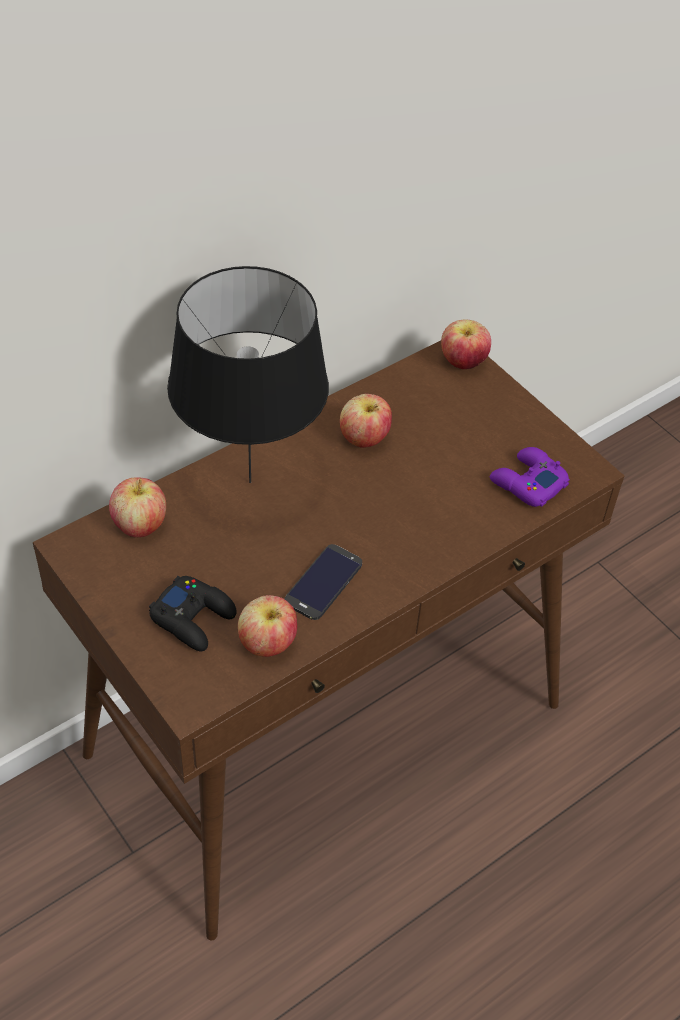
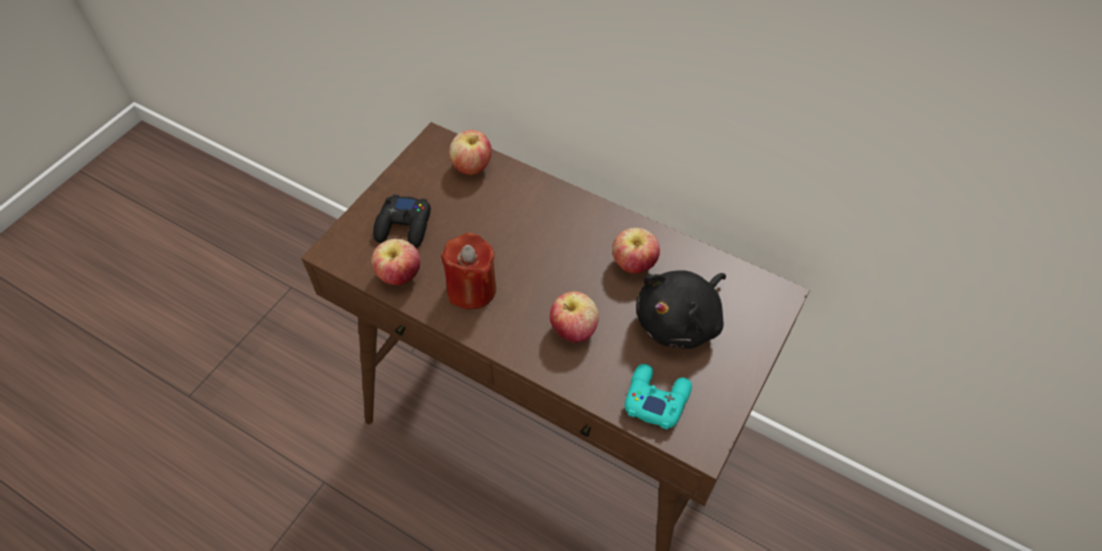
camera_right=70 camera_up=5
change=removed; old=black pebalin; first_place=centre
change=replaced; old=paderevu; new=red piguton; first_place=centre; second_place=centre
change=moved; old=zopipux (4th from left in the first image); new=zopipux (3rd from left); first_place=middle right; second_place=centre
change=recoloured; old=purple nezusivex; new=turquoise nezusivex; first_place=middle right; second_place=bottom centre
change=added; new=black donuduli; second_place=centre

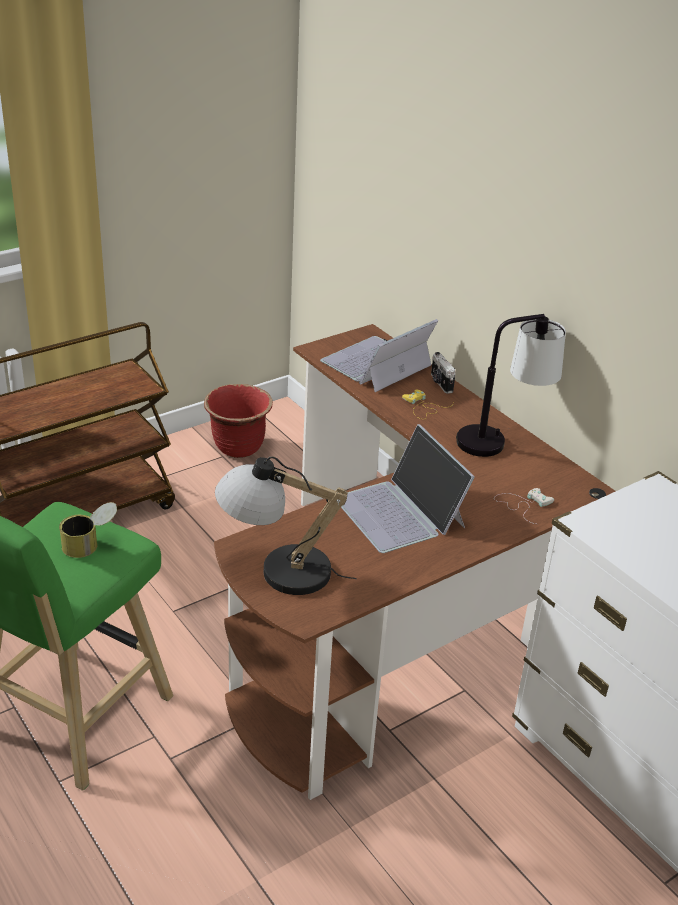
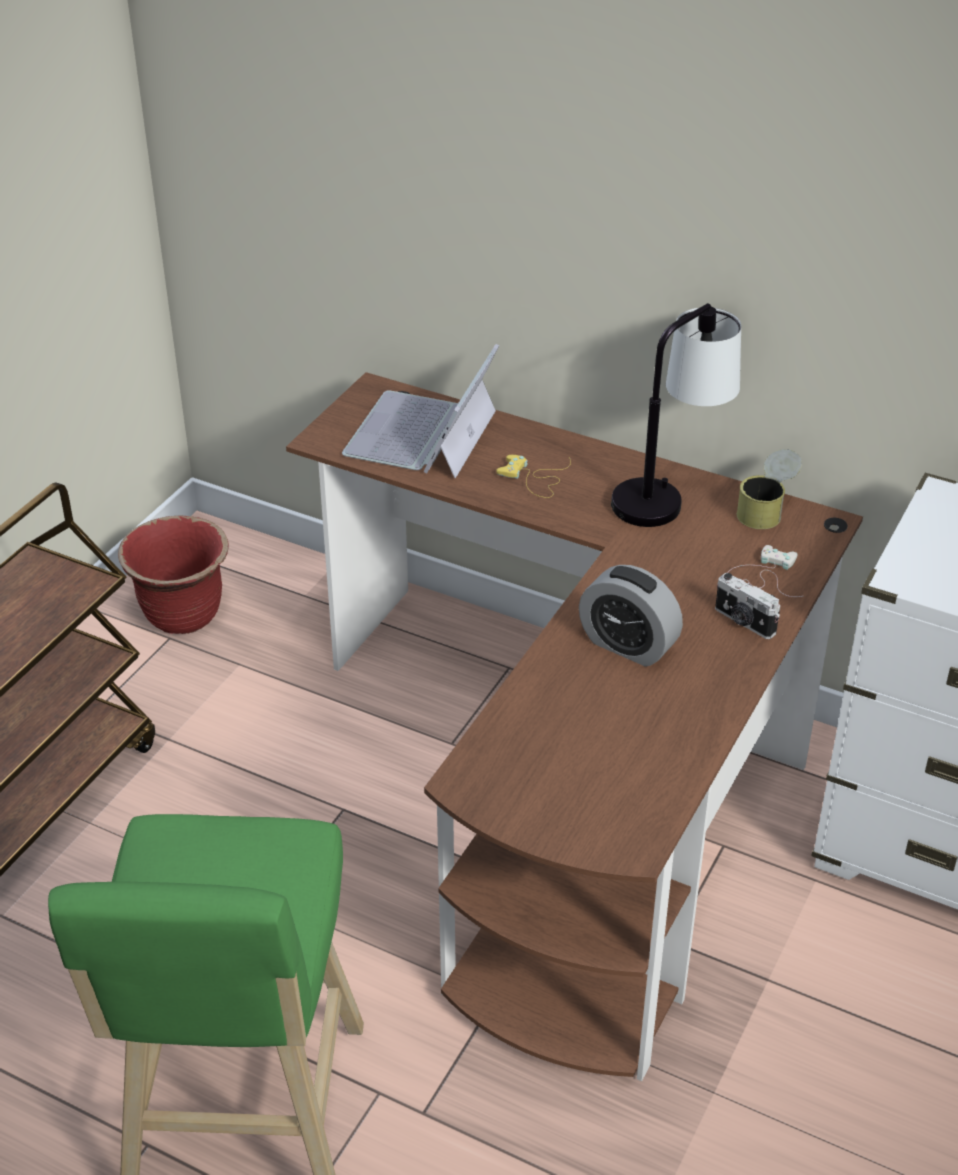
camera_right=-25 camera_up=5
change=moved; old=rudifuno; first_place=middle left; second_place=middle right
change=removed; old=pebalin (1st from left); first_place=centre
change=replaced; old=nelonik (2nd from left); new=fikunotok; first_place=centre; second_place=centre
change=moved; old=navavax; first_place=centre; second_place=middle right

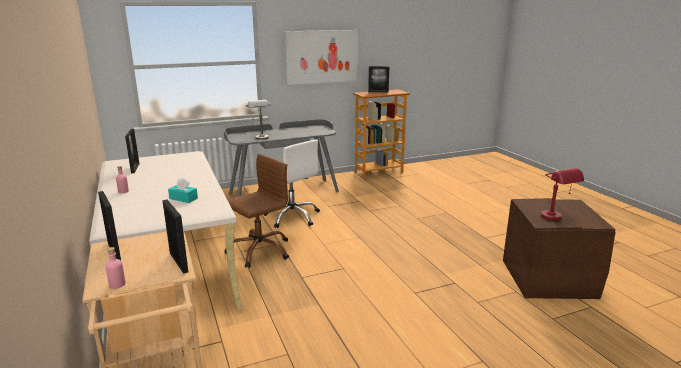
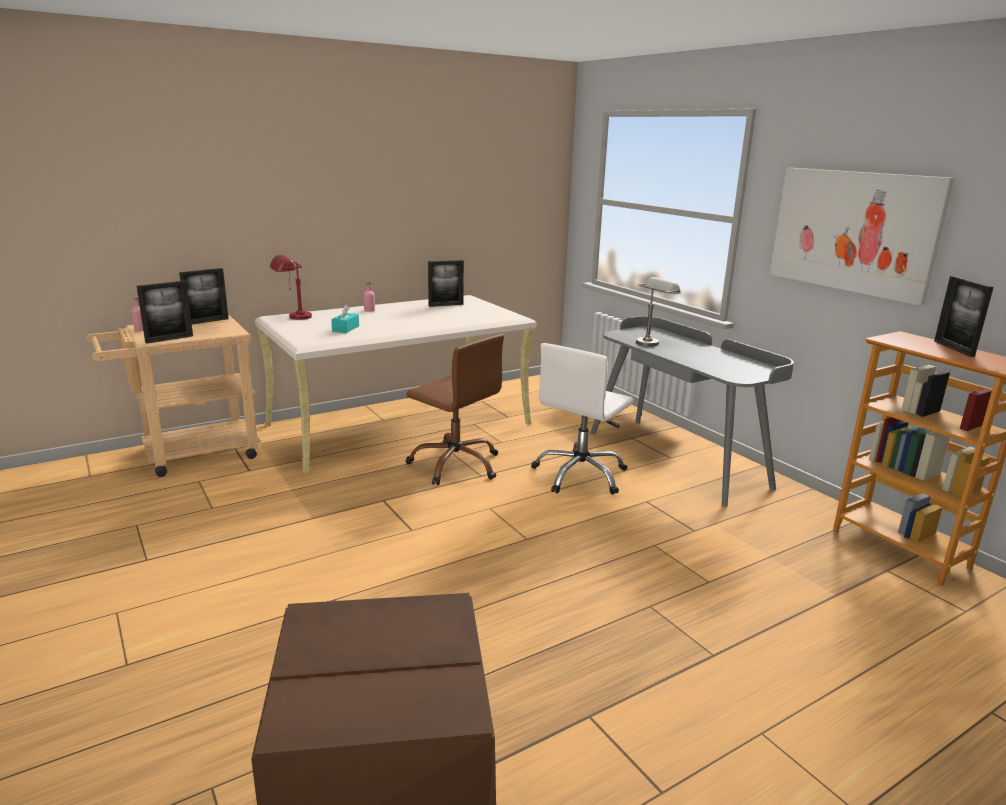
camera_right=80 camera_up=0
change=moved; old=red pebalin; first_place=middle right; second_place=middle left

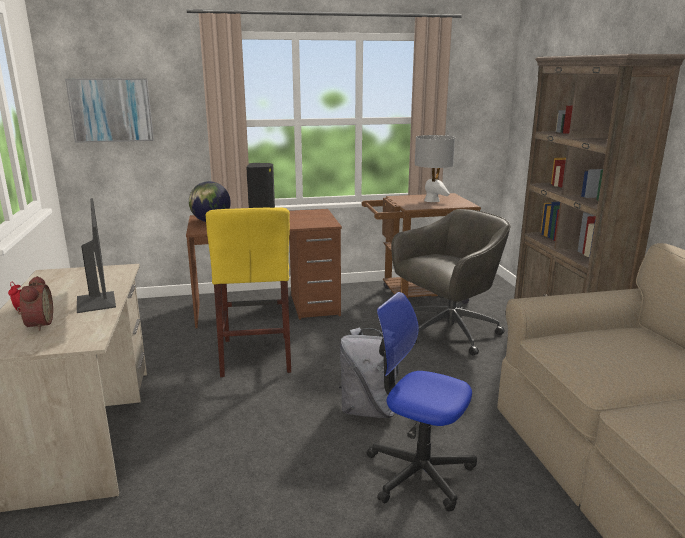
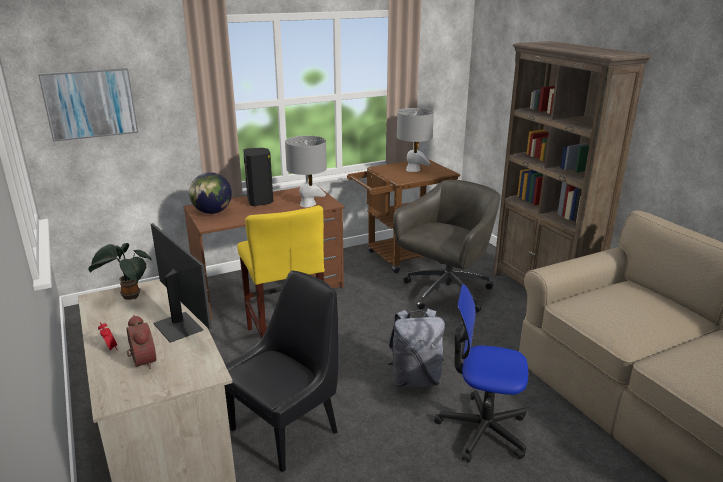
camera_right=-15 camera_up=5
change=added; new=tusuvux; second_place=middle left
change=added; new=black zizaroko; second_place=bottom centre
change=added; new=grey pebalin (1st from left); second_place=centre

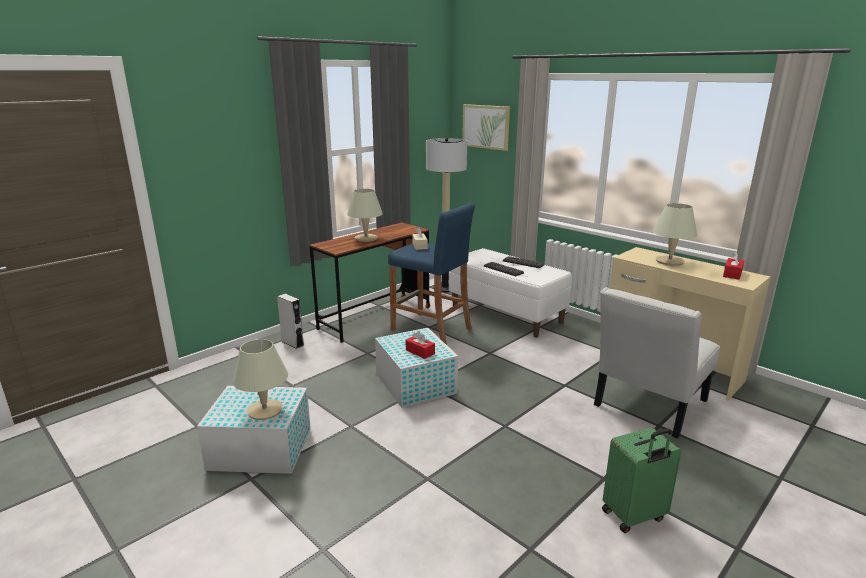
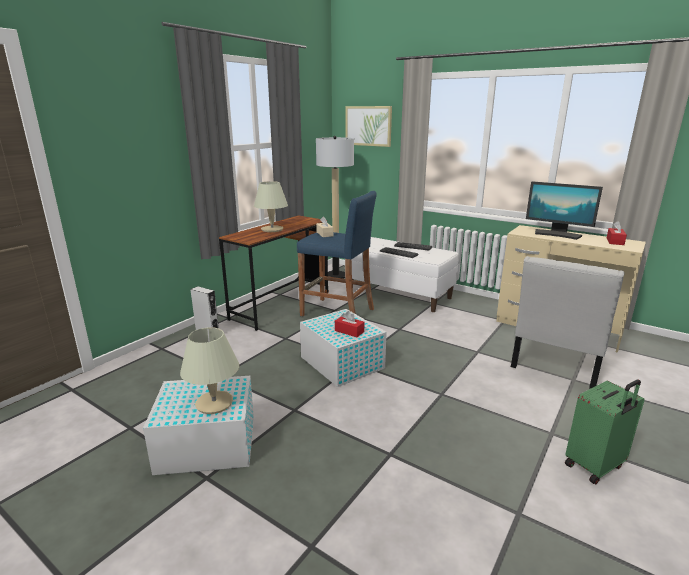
camera_right=-10 camera_up=0
change=replaced; old=beige pebalin (3rd from left); new=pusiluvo; first_place=middle right; second_place=middle right

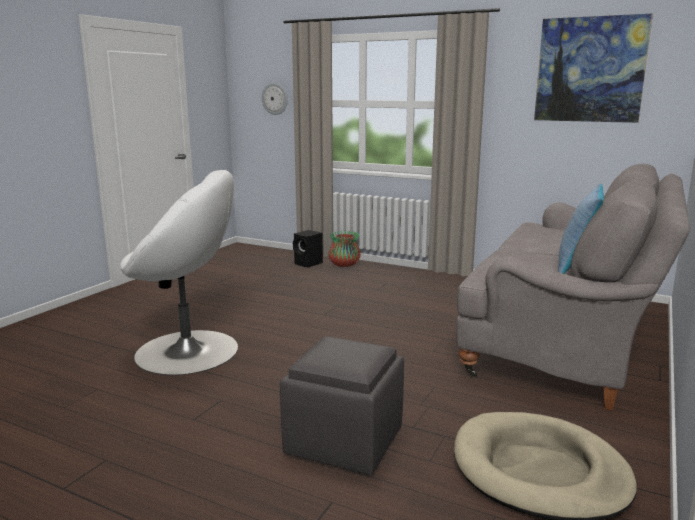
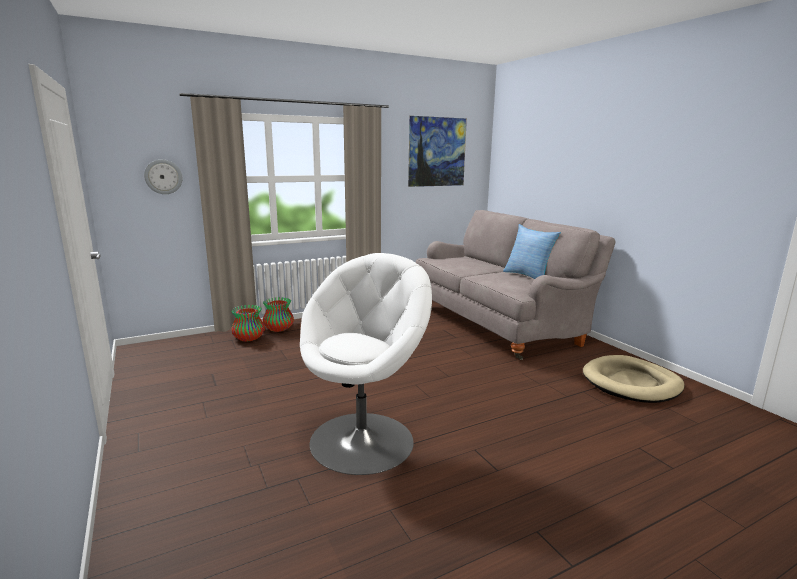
camera_right=-55 camera_up=0
change=removed; old=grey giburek; first_place=bottom centre
change=replaced; old=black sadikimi; new=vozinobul (1st from left); first_place=centre; second_place=middle left

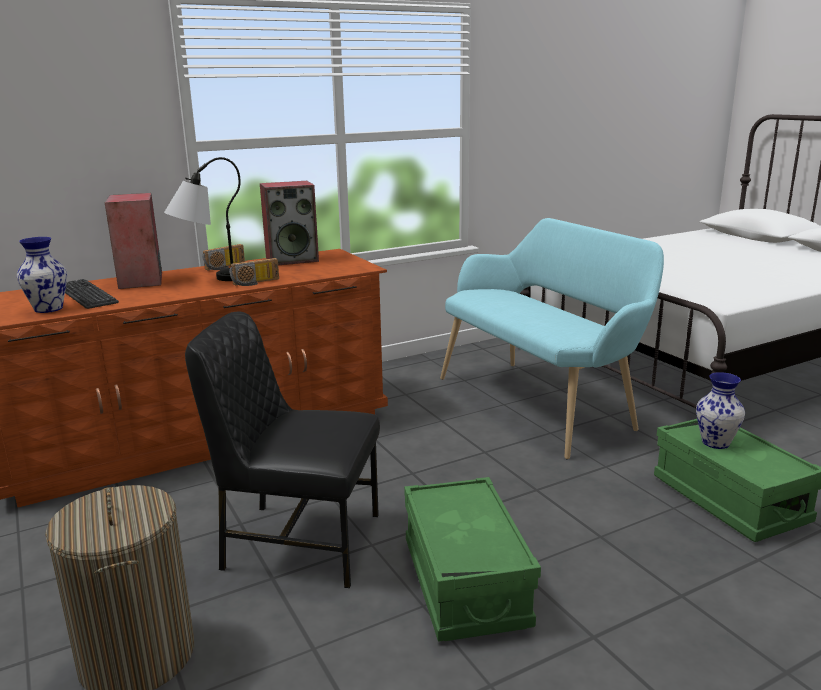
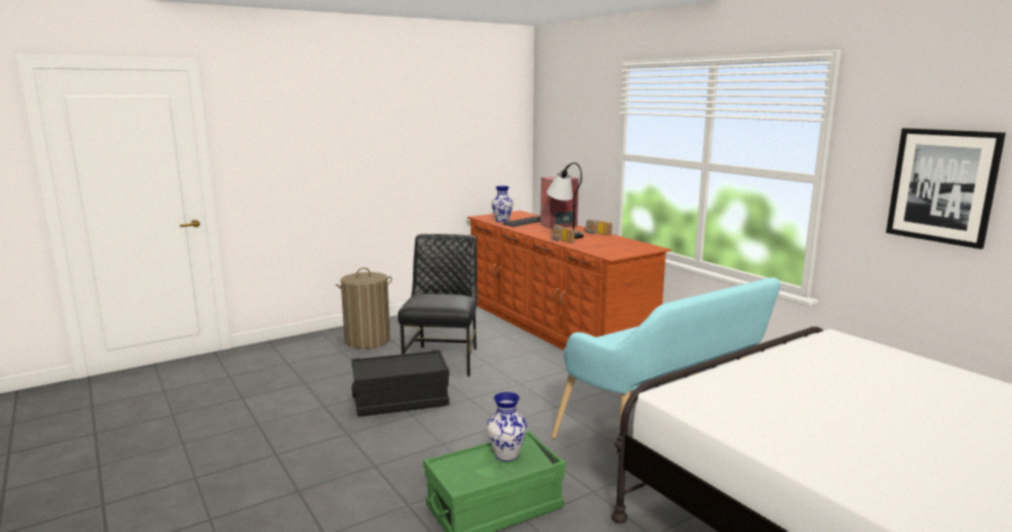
camera_right=85 camera_up=-5
change=removed; old=sadikimi (2nd from left); first_place=top centre
change=recoloured; old=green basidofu (1st from left); new=black basidofu; first_place=bottom centre; second_place=bottom centre
change=added; new=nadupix; second_place=middle right

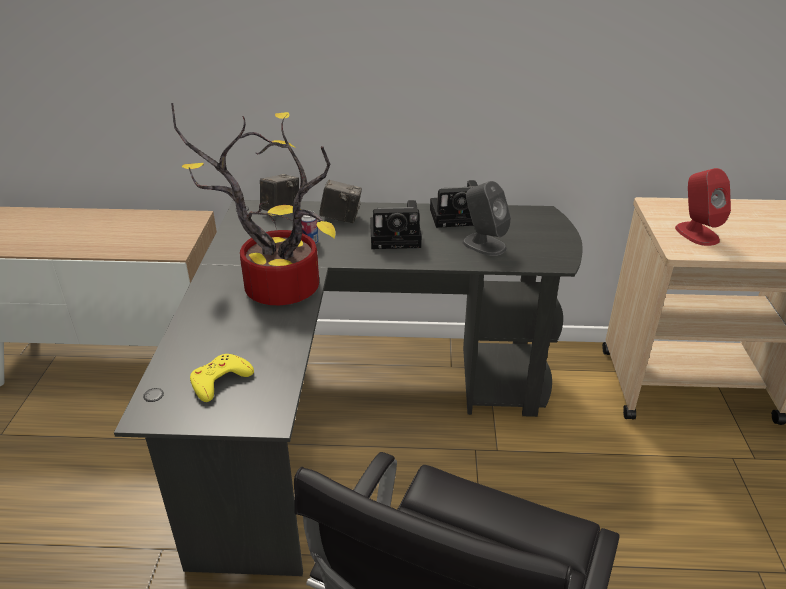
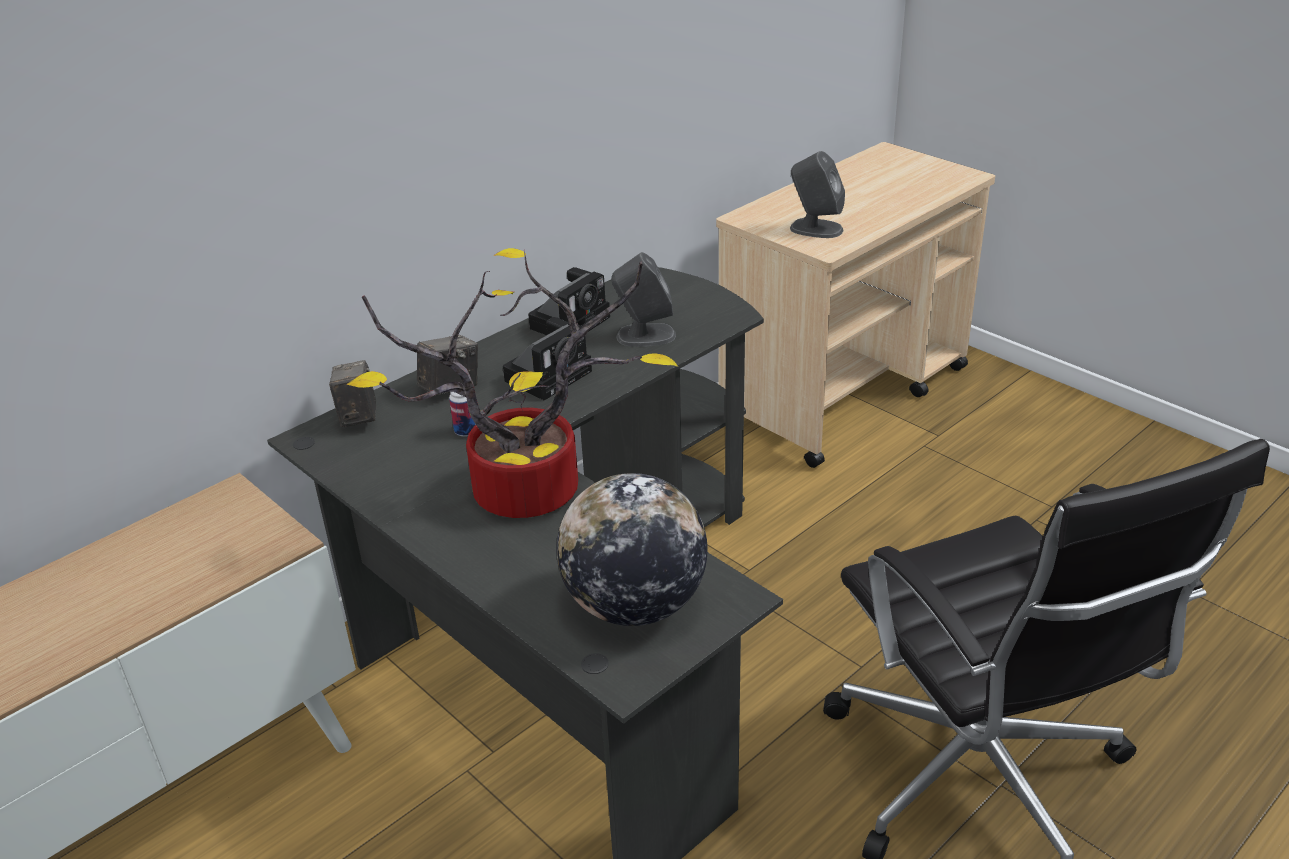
camera_right=-45 camera_up=0
change=replaced; old=yellow nezusivex; new=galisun; first_place=middle left; second_place=centre
change=recoloured; old=red sadikimi; new=grey sadikimi (2nd from left); first_place=middle right; second_place=top centre

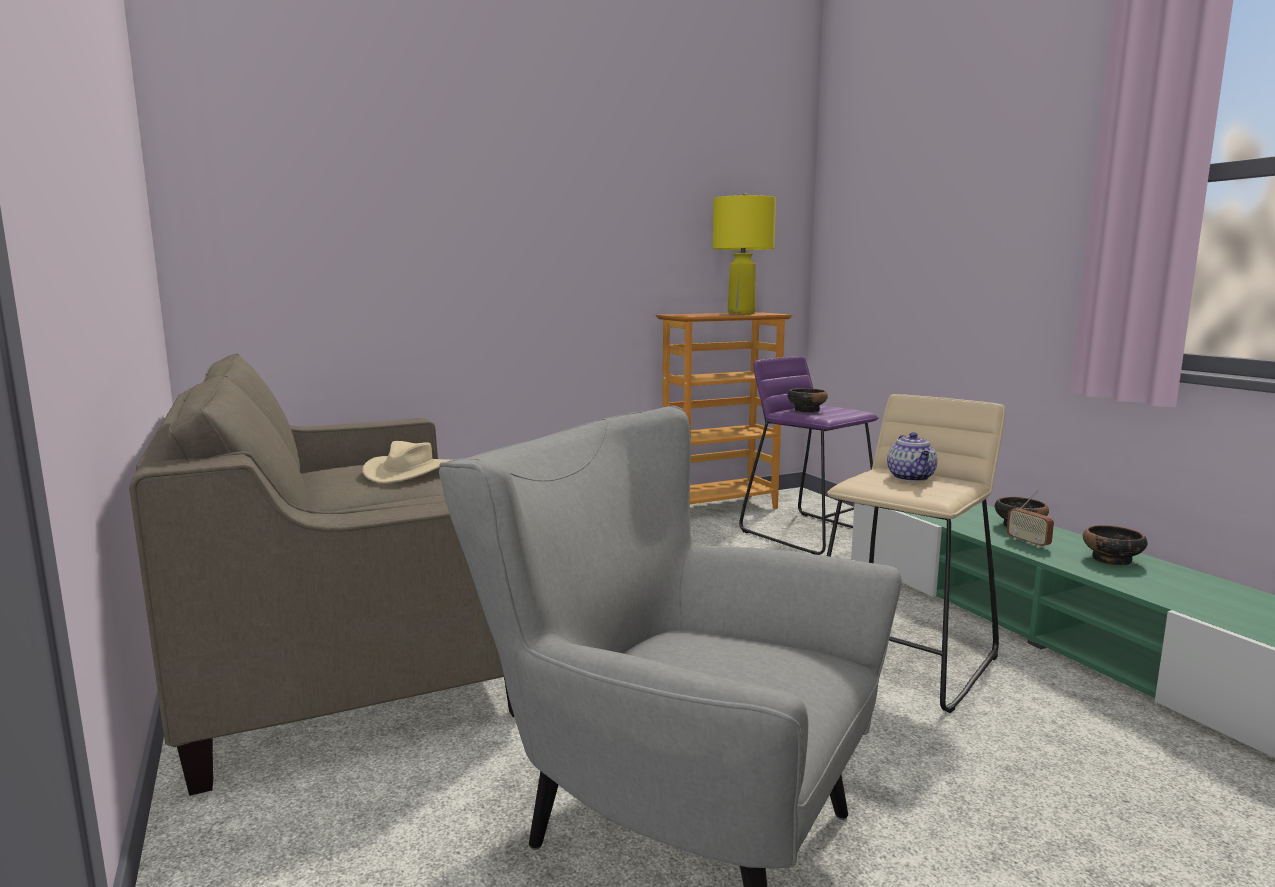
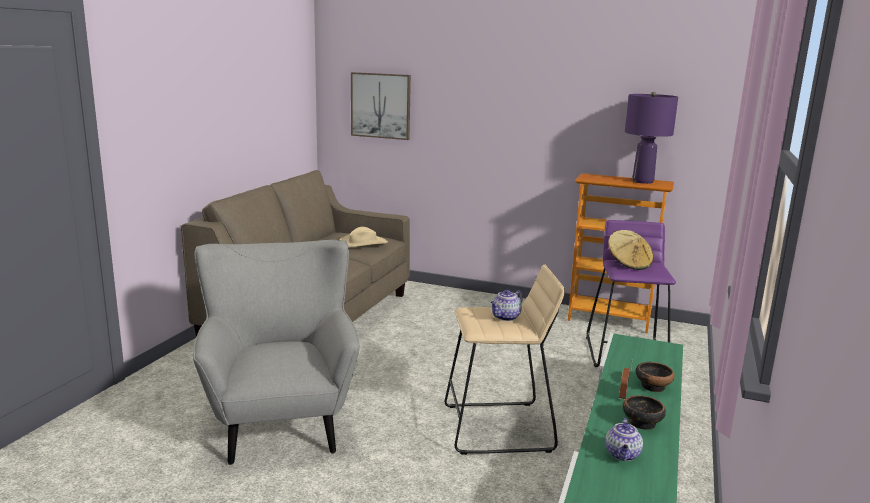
camera_right=45 camera_up=5
change=recoloured; old=yellow pebalin; new=purple pebalin; first_place=top centre; second_place=top right
change=replaced; old=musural (1st from left); new=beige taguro (2nd from left); first_place=centre; second_place=middle right
change=added; new=nadupix; second_place=top centre
change=added; new=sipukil (2nd from left); second_place=bottom right

